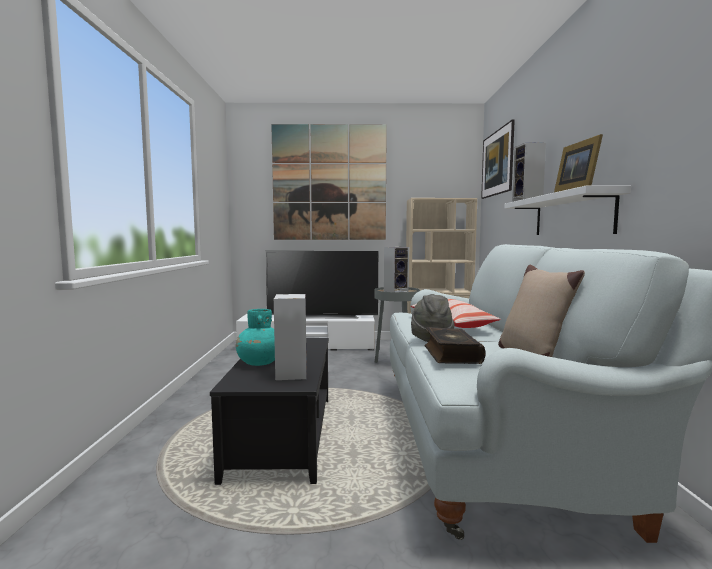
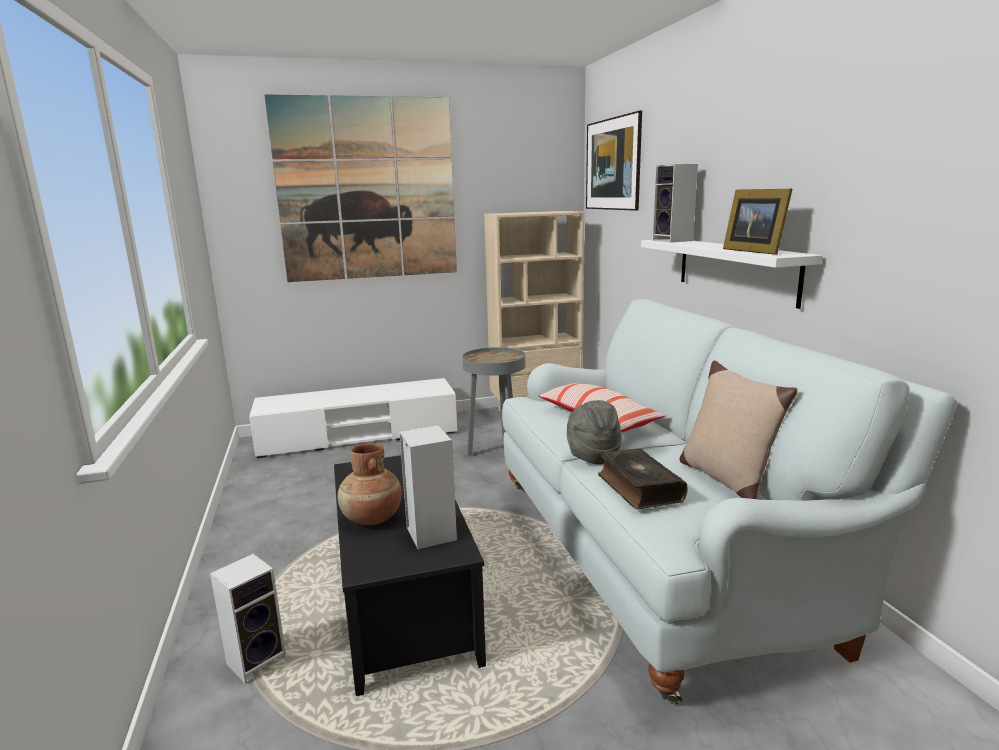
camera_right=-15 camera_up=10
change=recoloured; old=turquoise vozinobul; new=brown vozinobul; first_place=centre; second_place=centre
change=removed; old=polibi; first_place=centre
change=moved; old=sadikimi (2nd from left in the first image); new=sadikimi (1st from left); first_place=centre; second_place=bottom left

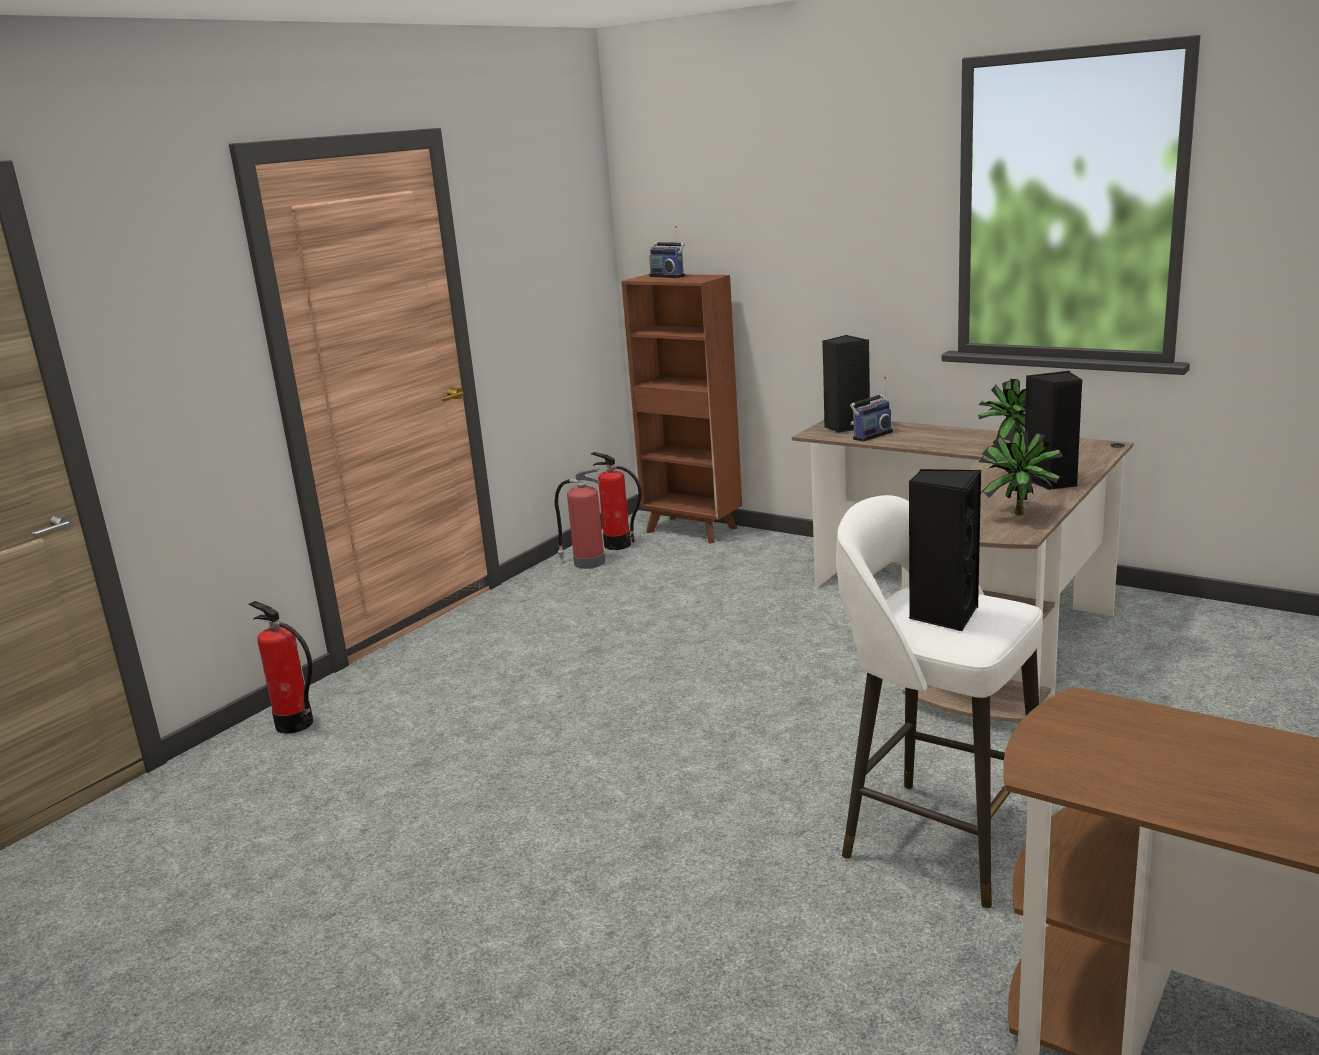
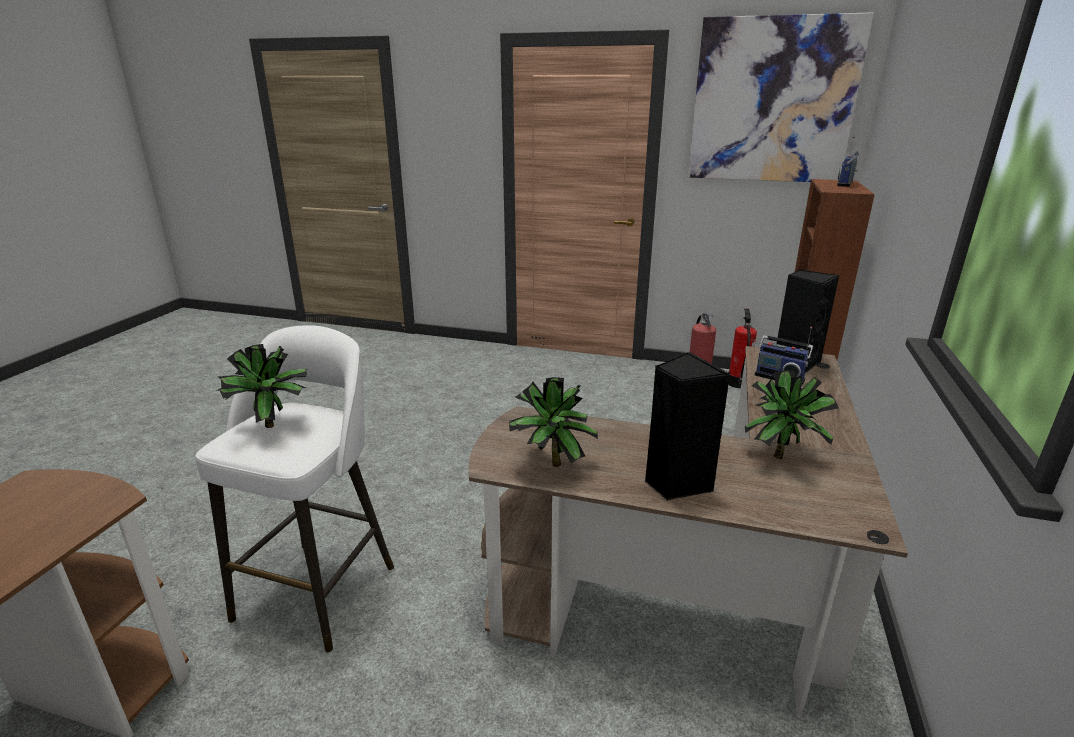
camera_right=70 camera_up=5
change=removed; old=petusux (1st from left); first_place=middle left
change=replaced; old=black sadikimi (2nd from left); new=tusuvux (1st from left); first_place=middle right; second_place=middle left
change=added; new=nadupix; second_place=top right

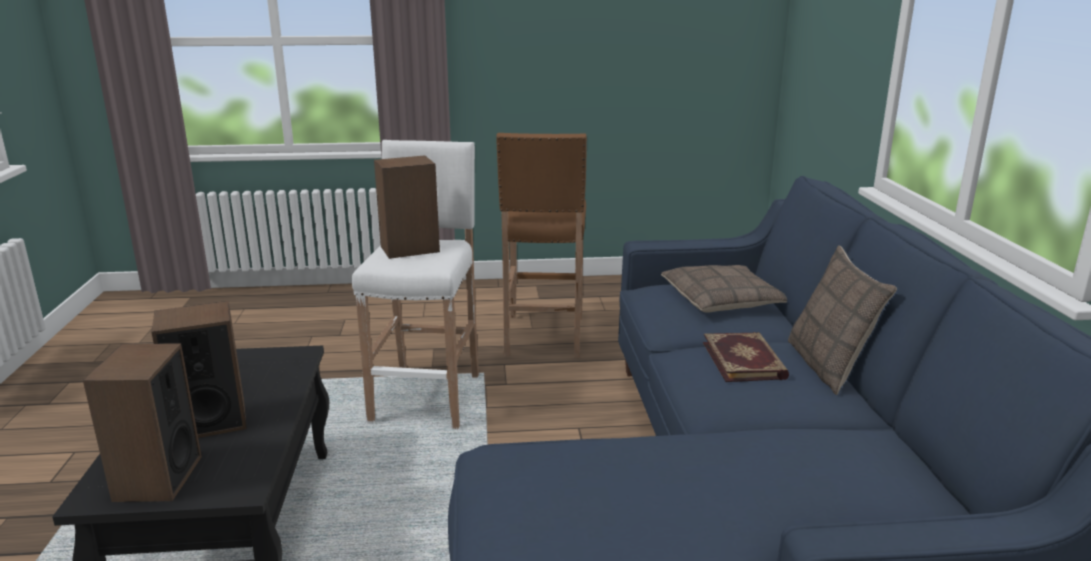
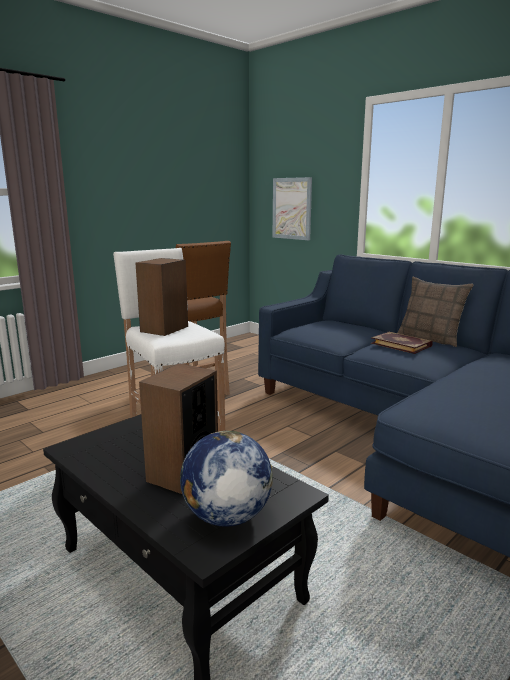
camera_right=-40 camera_up=-5
change=replaced; old=sadikimi (1st from left); new=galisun; first_place=bottom left; second_place=bottom centre
change=removed; old=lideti (1st from left); first_place=centre
change=added; new=nadupix; second_place=top centre

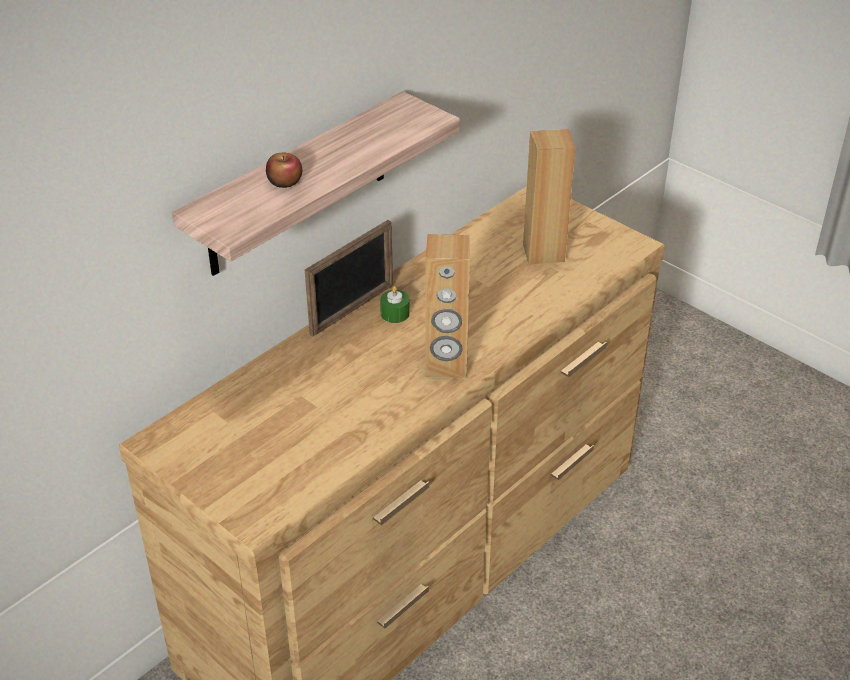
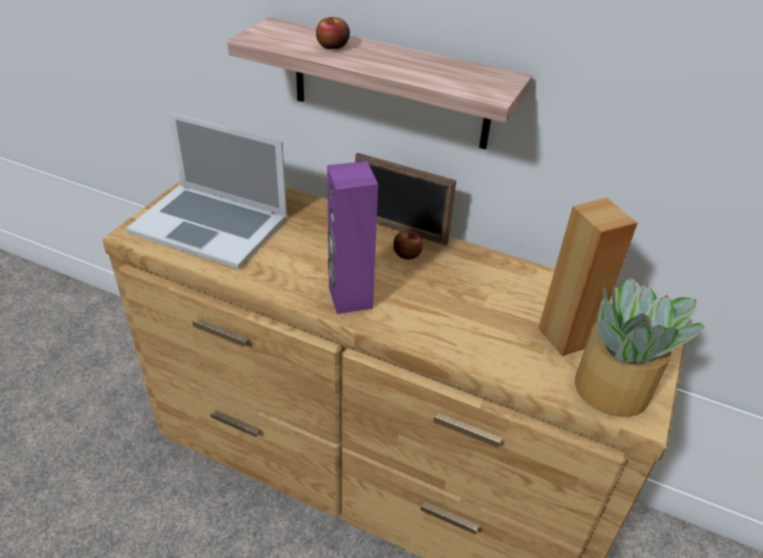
camera_right=70 camera_up=0
change=replaced; old=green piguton; new=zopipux (2nd from left); first_place=centre; second_place=centre
change=recoloured; old=brown sadikimi (1st from left); new=purple sadikimi; first_place=centre; second_place=centre
change=added; new=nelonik; second_place=middle left
change=added; new=tusuvux; second_place=middle right

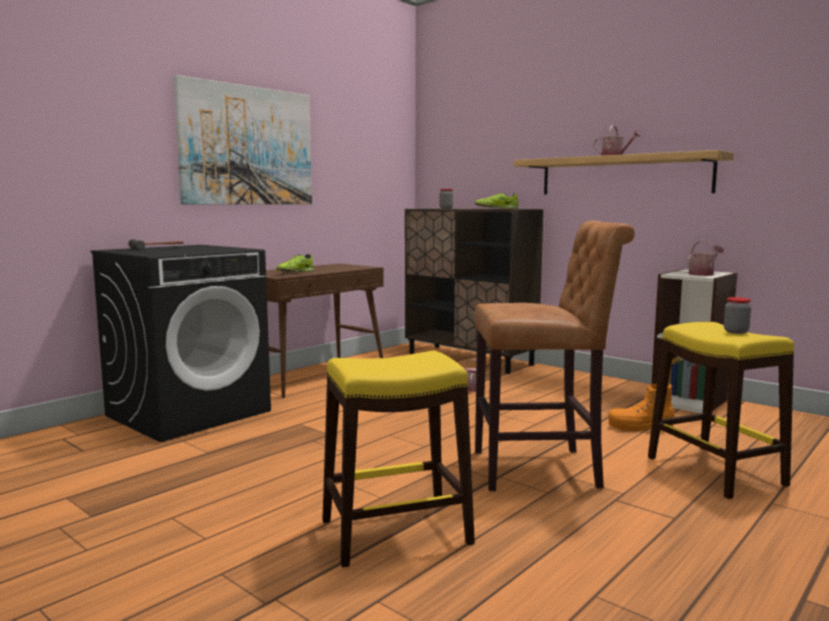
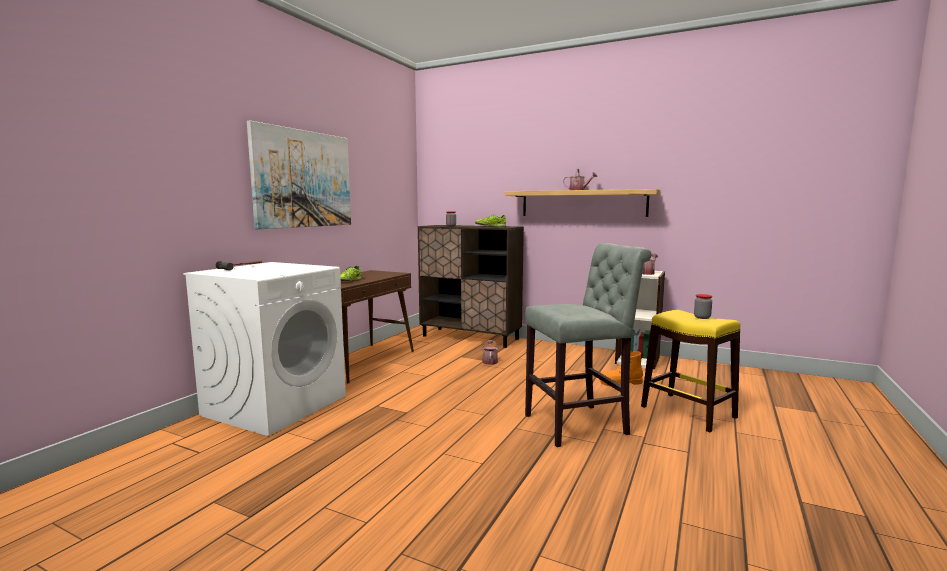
camera_right=-15 camera_up=0
change=recoloured; old=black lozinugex; new=white lozinugex; first_place=middle left; second_place=middle left
change=removed; old=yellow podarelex (1st from left); first_place=bottom centre
change=recoloured; old=brown podarelex; new=grey podarelex; first_place=middle right; second_place=centre

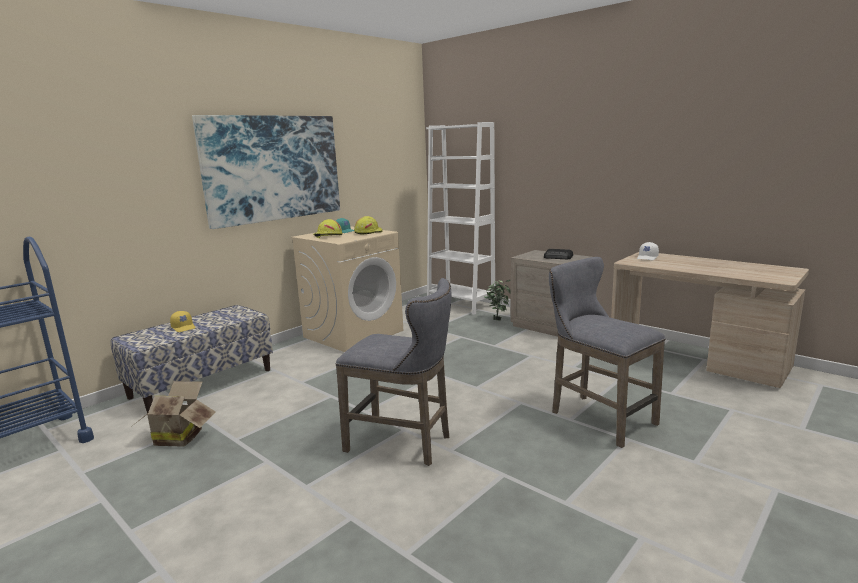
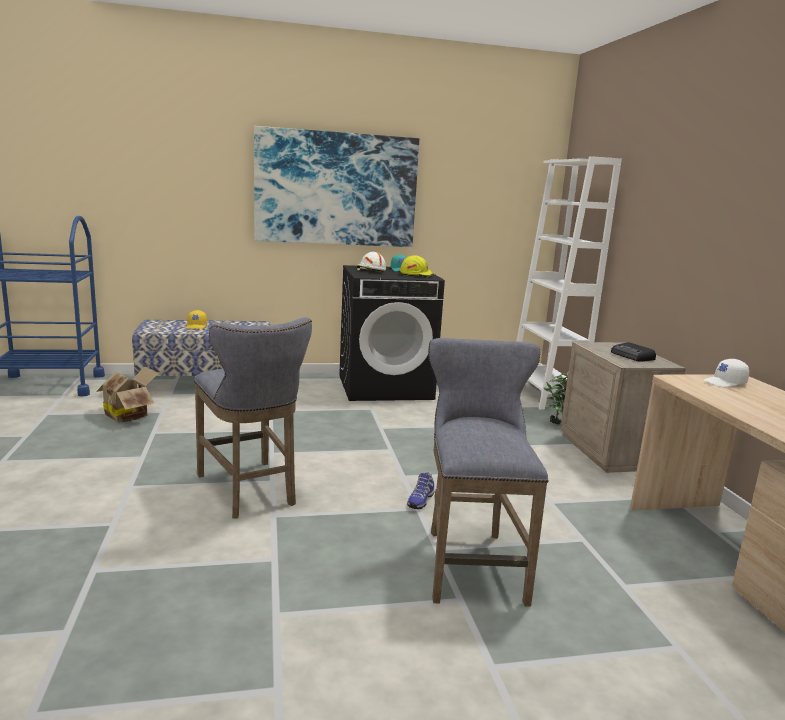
camera_right=35 camera_up=0
change=recoloured; old=beige lozinugex; new=black lozinugex; first_place=centre; second_place=centre
change=recoloured; old=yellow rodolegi (1st from left); new=white rodolegi; first_place=centre; second_place=centre
change=added; new=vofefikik; second_place=bottom centre

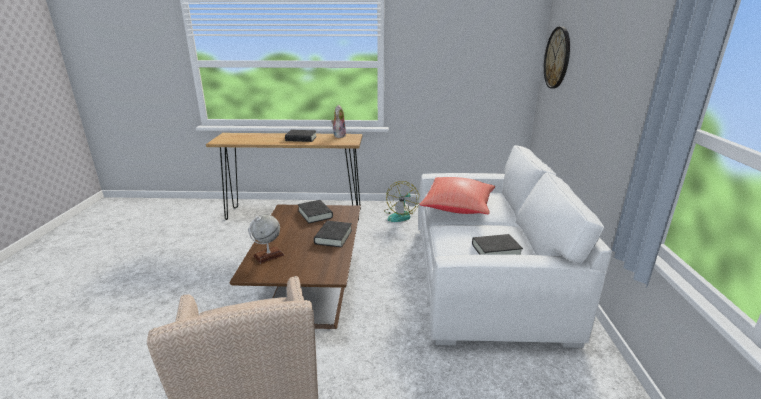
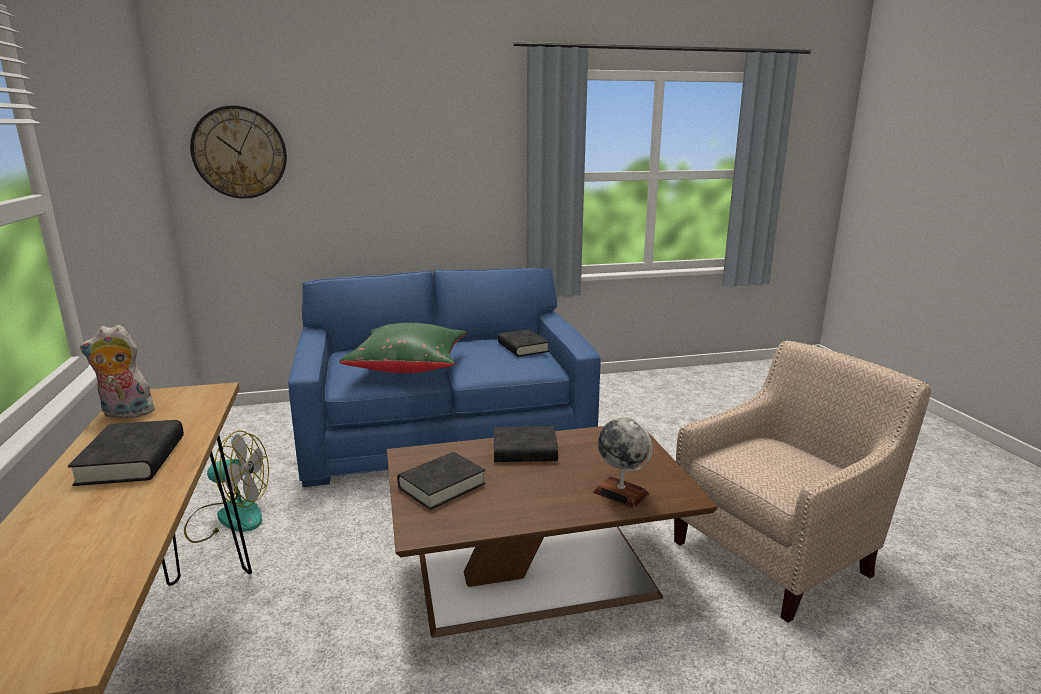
camera_right=-105 camera_up=-5
change=recoloured; old=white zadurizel; new=blue zadurizel; first_place=middle right; second_place=centre
change=recoloured; old=red lideti; new=green lideti; first_place=centre; second_place=centre

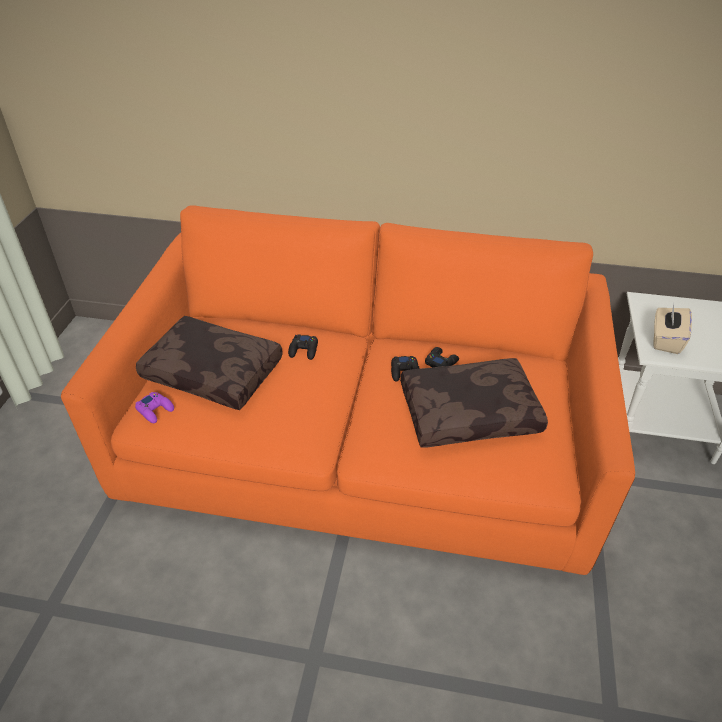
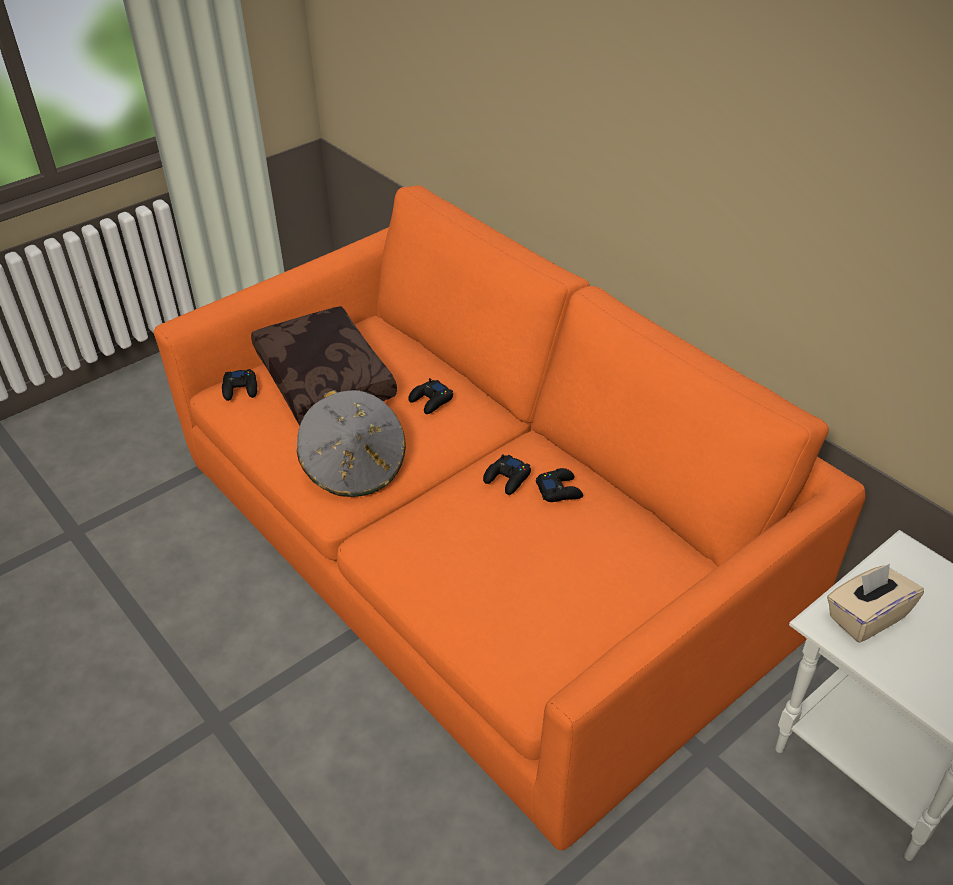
camera_right=40 camera_up=0
change=recoloured; old=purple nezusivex; new=black nezusivex (1st from left); first_place=middle left; second_place=middle left
change=removed; old=brown lideti (2nd from left); first_place=centre
change=added; new=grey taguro; second_place=centre

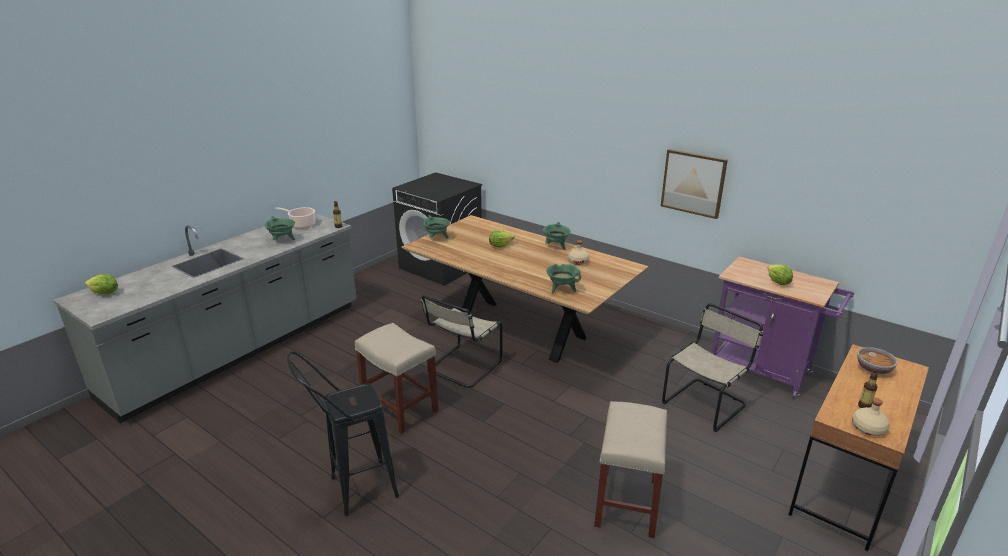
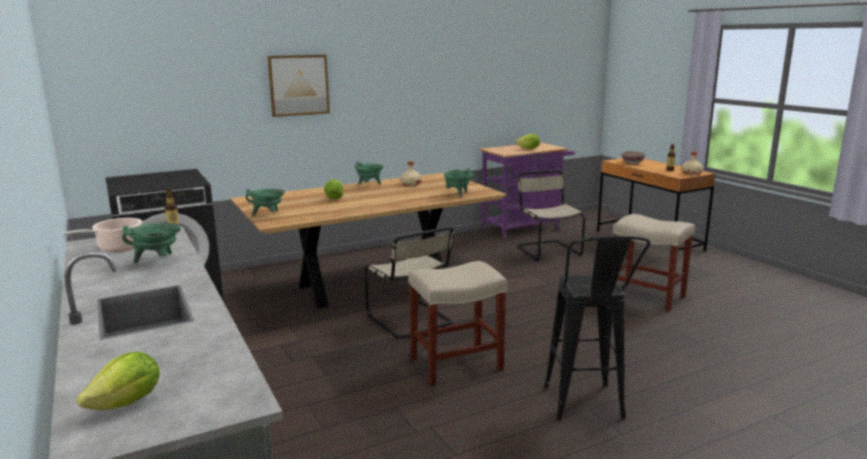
camera_right=-65 camera_up=-10
change=moved; old=nadupix; first_place=top right; second_place=top centre

